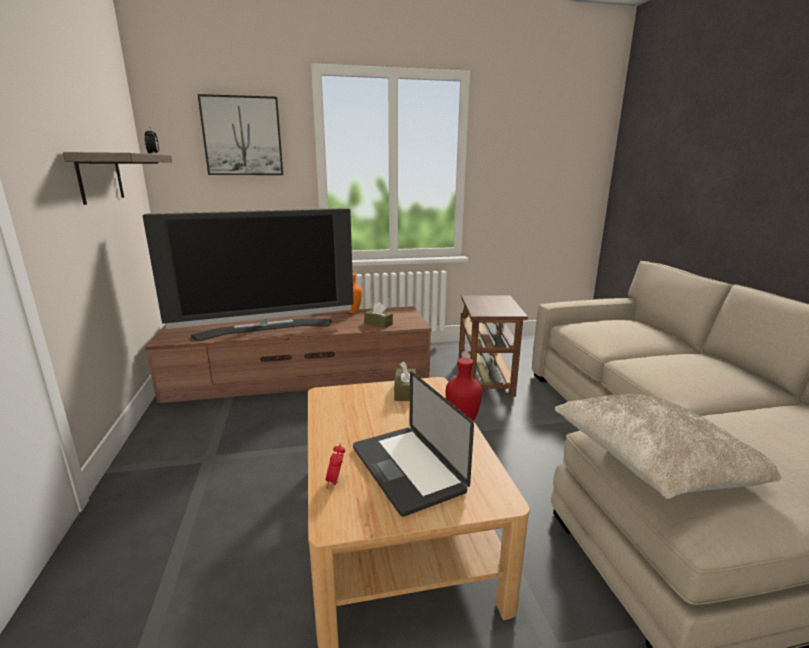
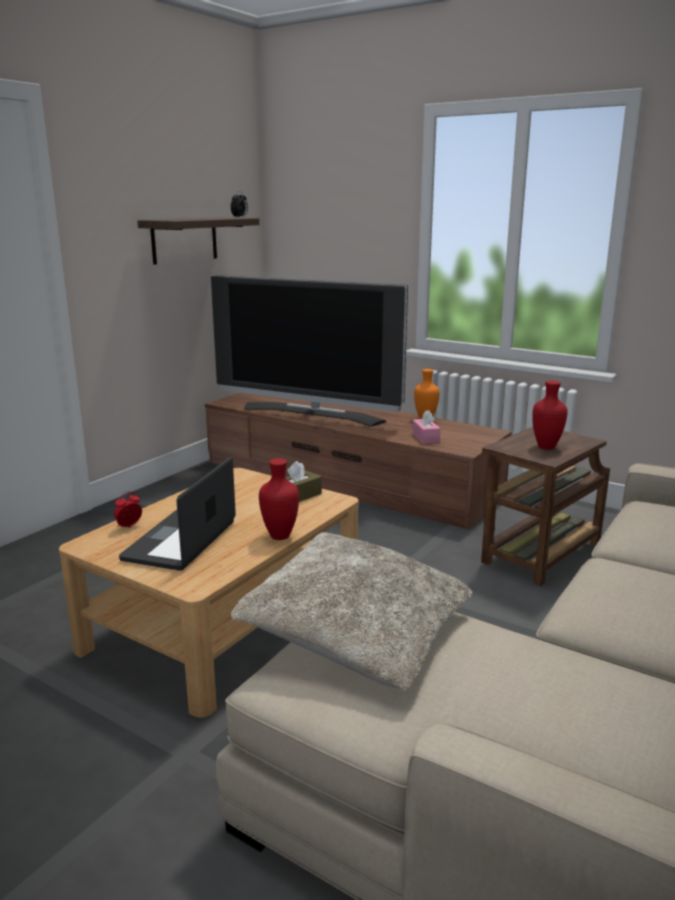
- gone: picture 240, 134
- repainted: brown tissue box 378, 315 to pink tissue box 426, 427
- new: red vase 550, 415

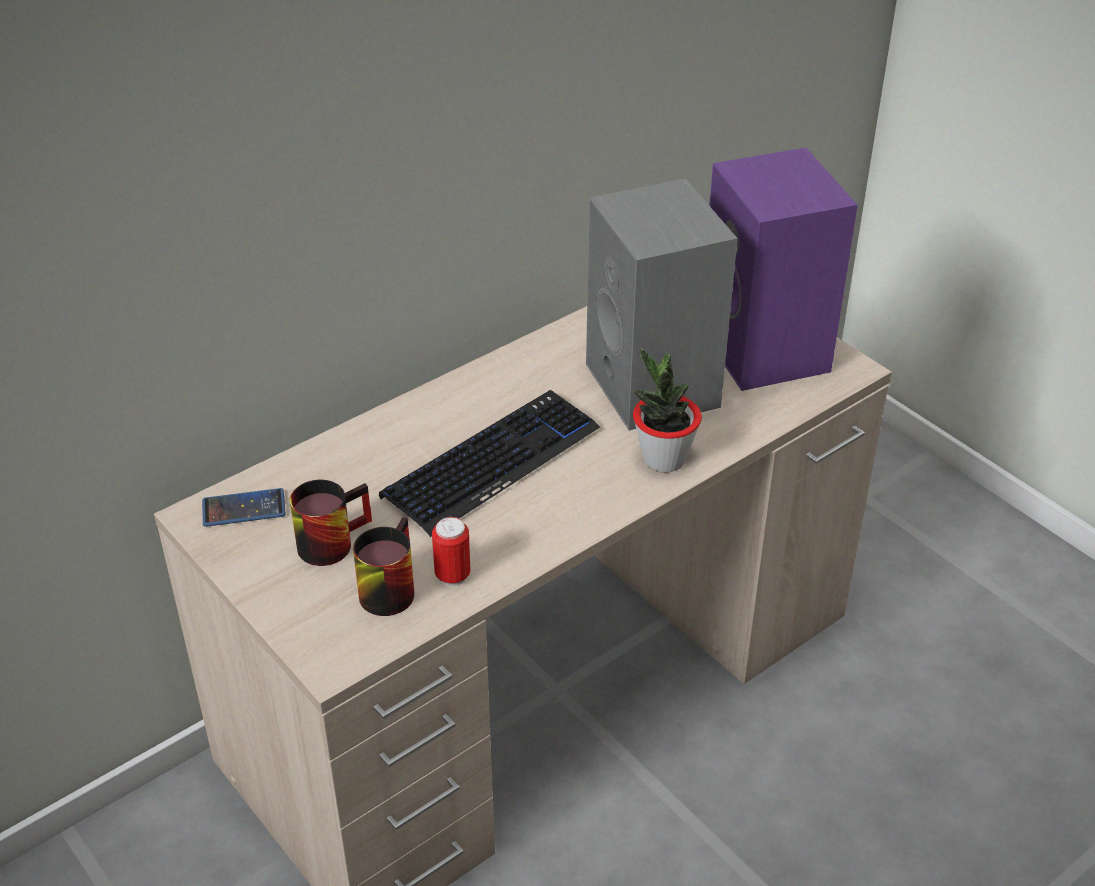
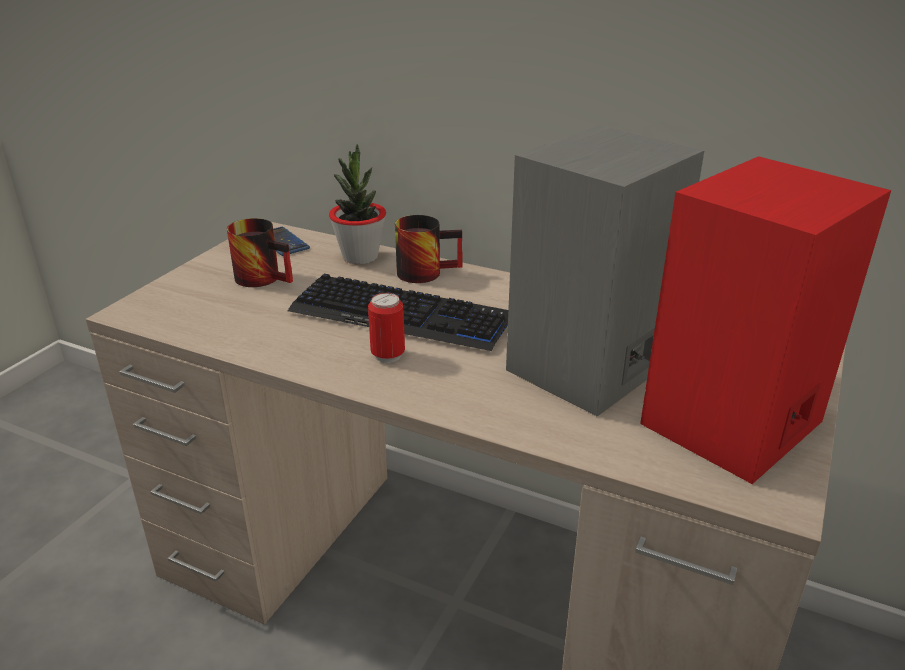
- shifted: mug 383, 566 to 429, 249
- shifted: can 451, 551 to 386, 328
- shifted: potted plant 667, 409 to 357, 204
- repainted: purple speaker 783, 269 to red speaker 765, 320

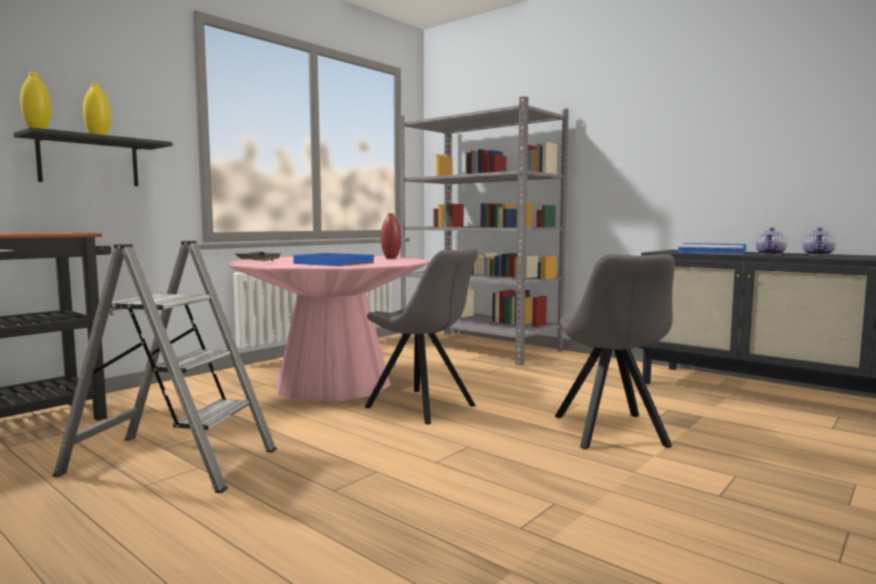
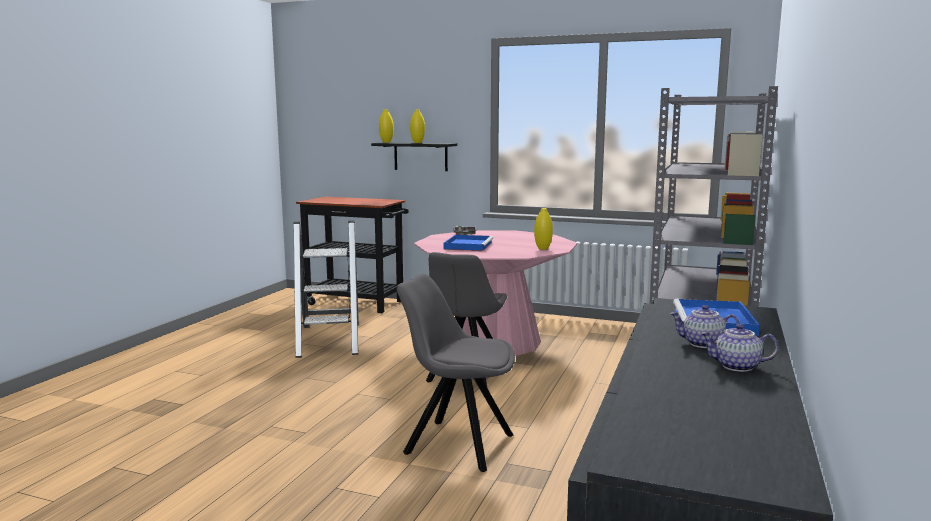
- repainted: red vase 391, 236 to yellow vase 543, 229
- rotated: grey chair 615, 351 = 456, 373 45 degrees clockwise

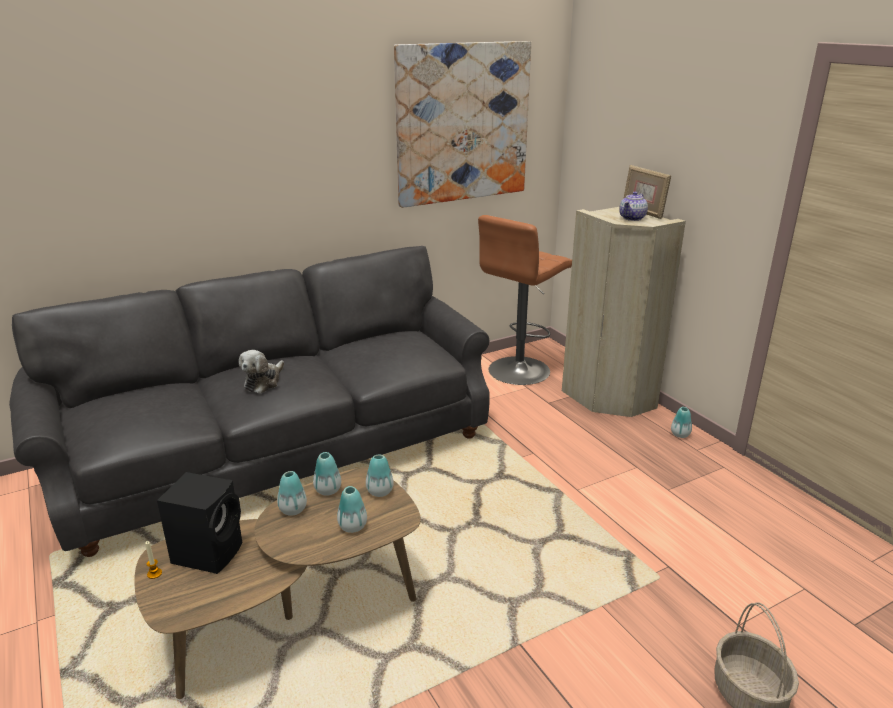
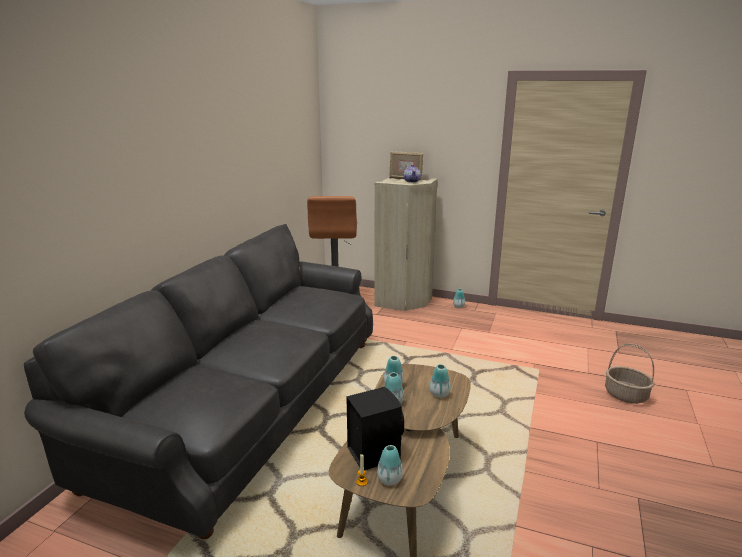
- gone: plush toy 261, 371
- shifted: vase 380, 476 to 390, 465
- gone: picture 462, 124

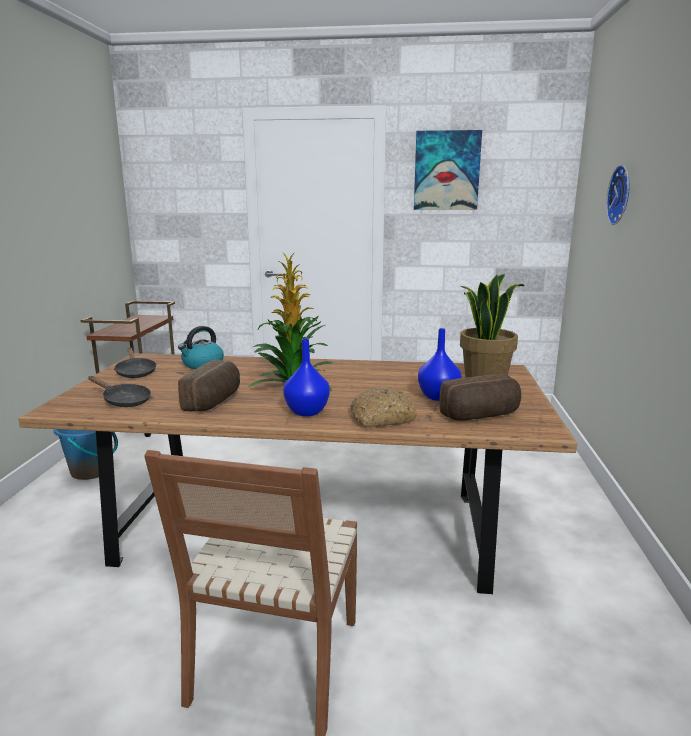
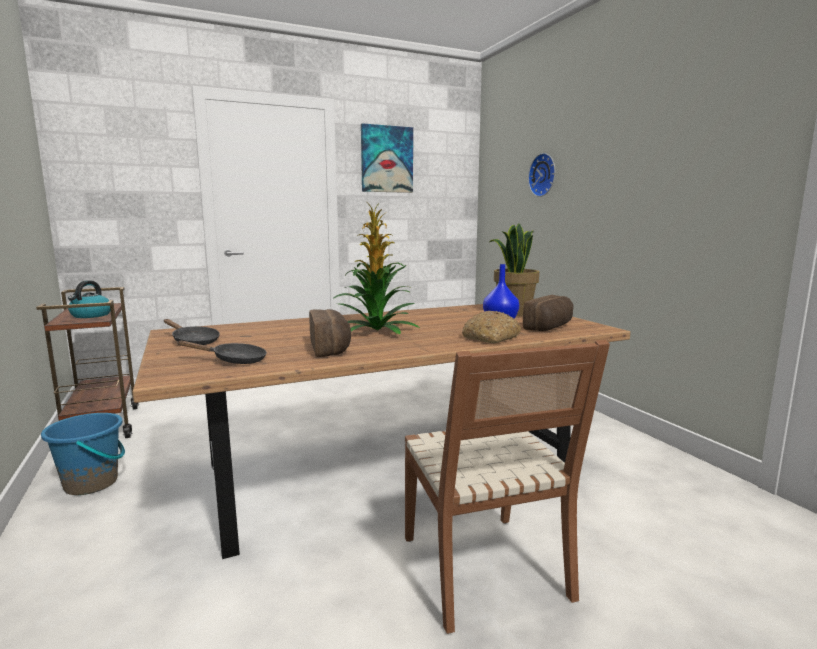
- shifted: kettle 201, 347 to 89, 299
- gone: blue vase 306, 377

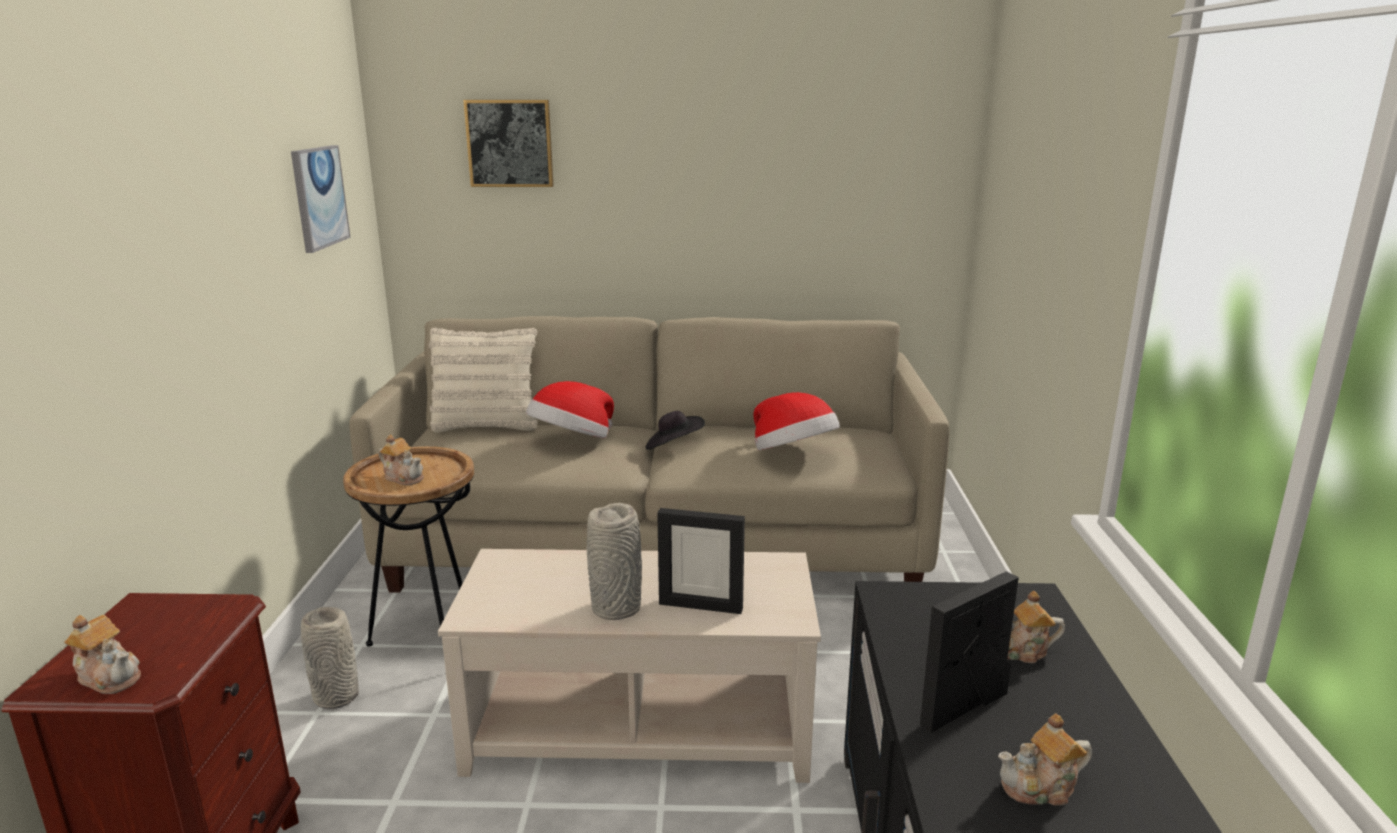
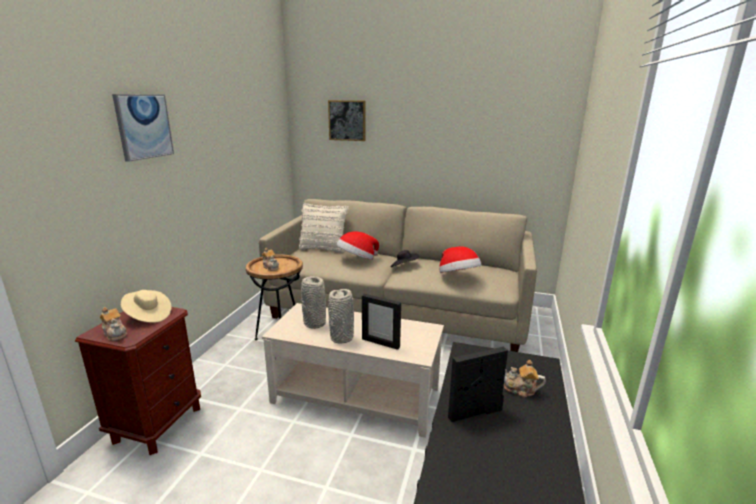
- shifted: picture 320, 199 to 143, 128
- shifted: grey vase 330, 658 to 313, 302
- gone: teapot 1045, 760
- new: beige hat 146, 306

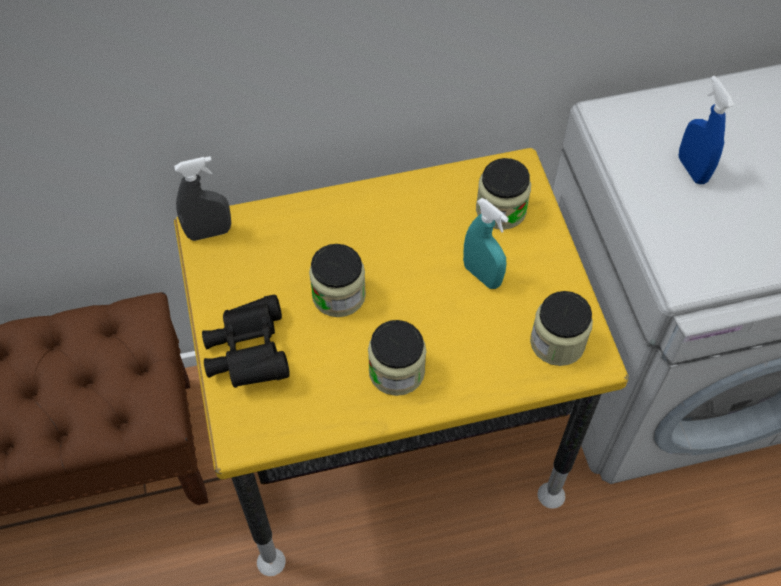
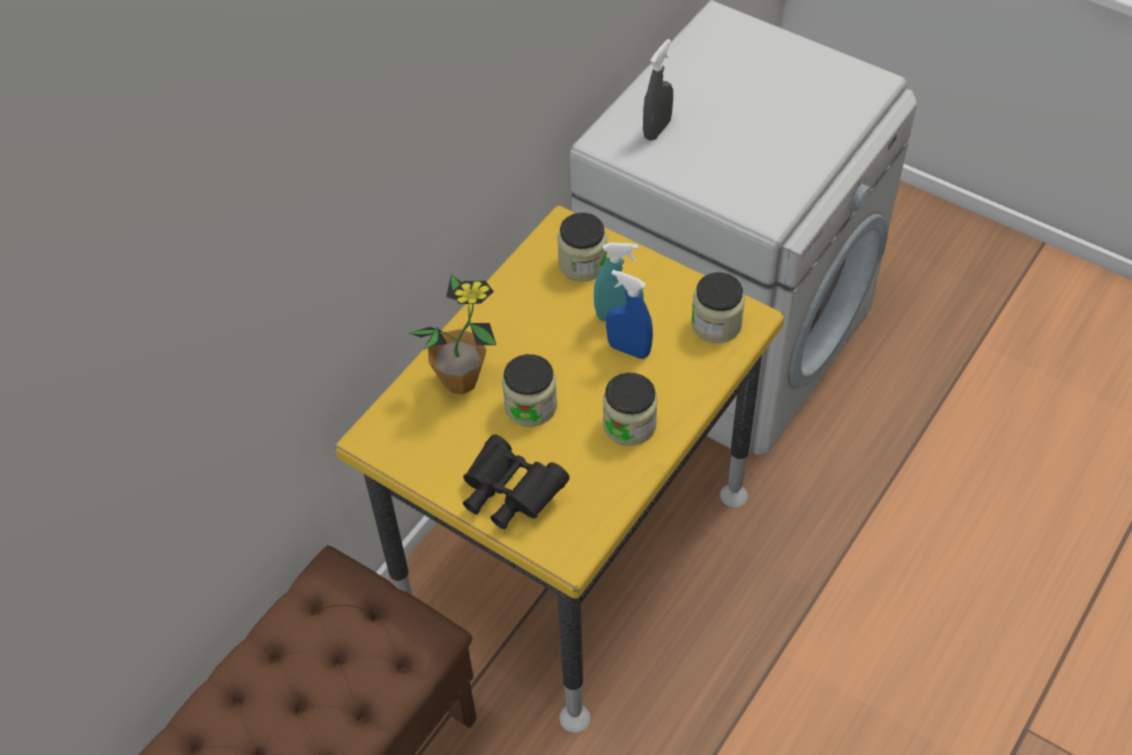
- shifted: grey spray bottle 202, 198 to 658, 90
- shifted: blue spray bottle 706, 130 to 629, 314
- new: potted plant 453, 334

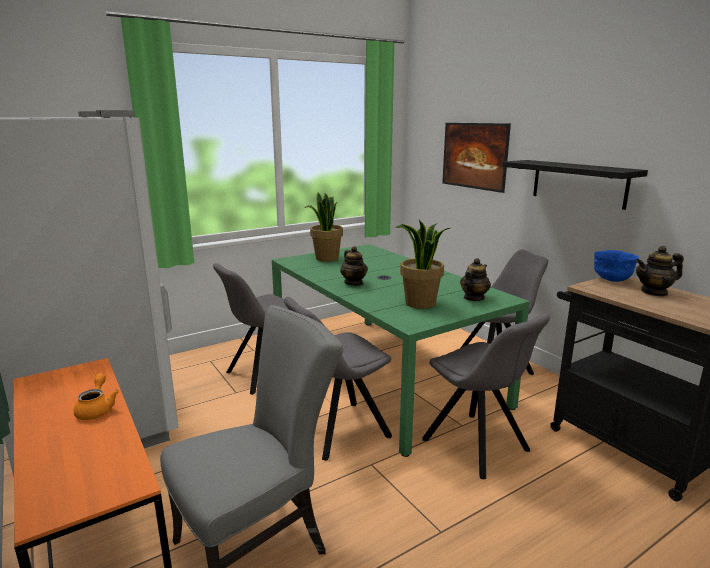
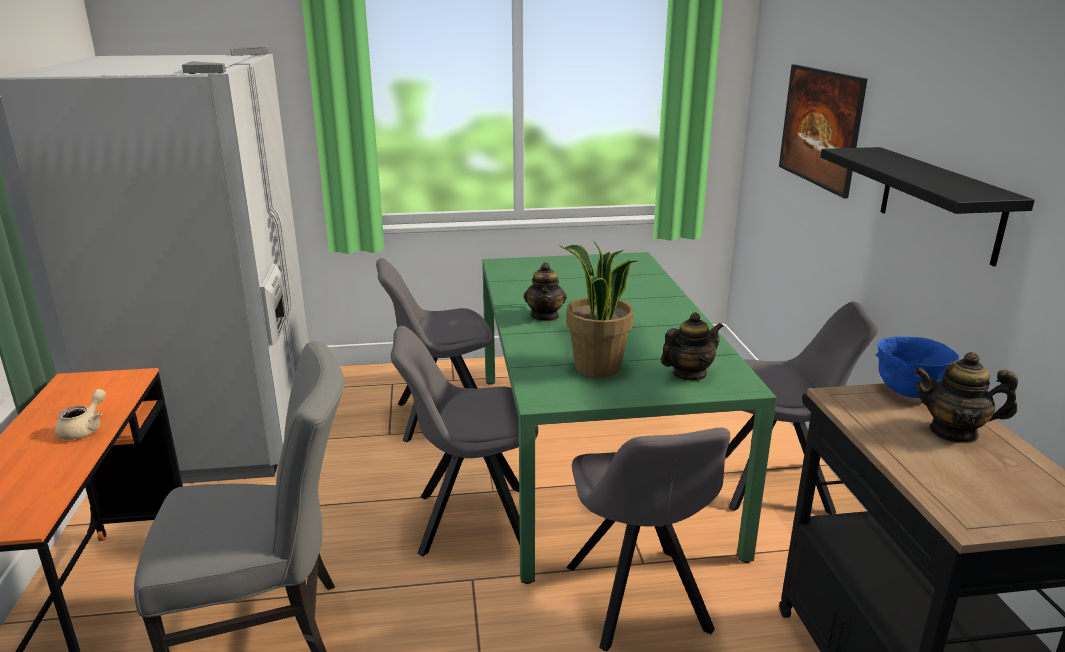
- repainted: orange teapot 96, 397 to beige teapot 80, 414
- gone: potted plant 324, 227

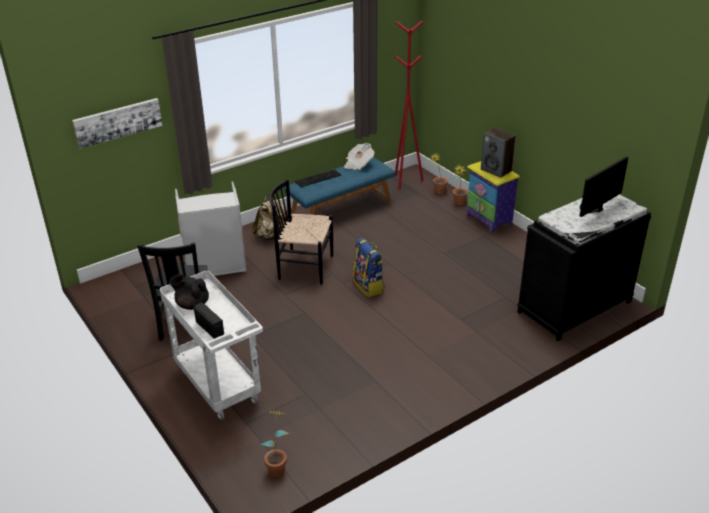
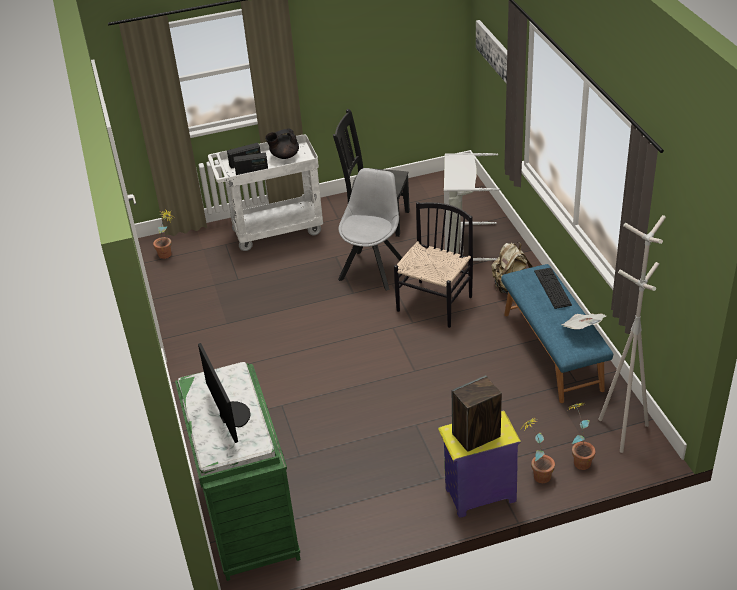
- rotated: black teapot 189, 292 = 282, 143 150 degrees counterclockwise
- gone: backpack 369, 267
- repainted: red clothes rack 409, 105 to grey clothes rack 632, 334
- repainted: black dresser 584, 267 to green dresser 237, 471
- new: radio 250, 163
- new: grey chair 370, 229

